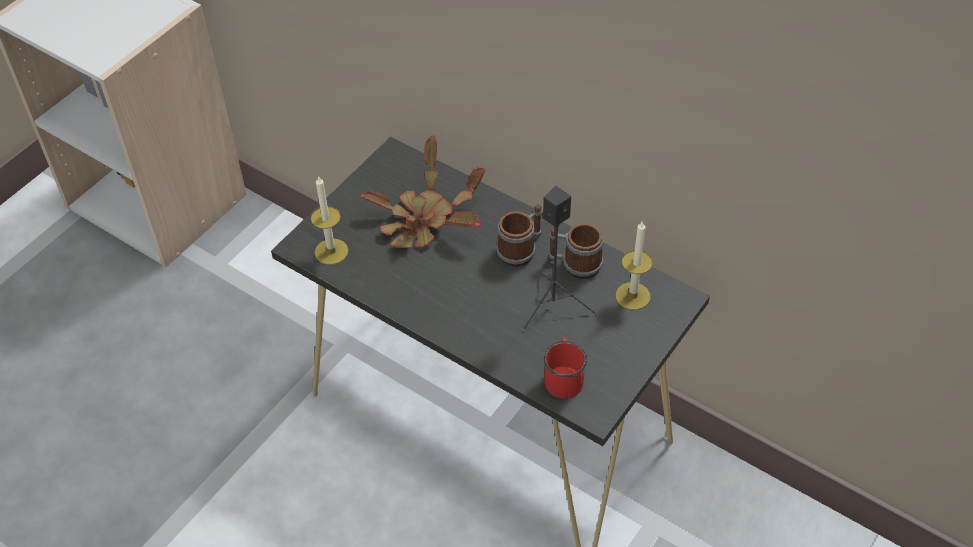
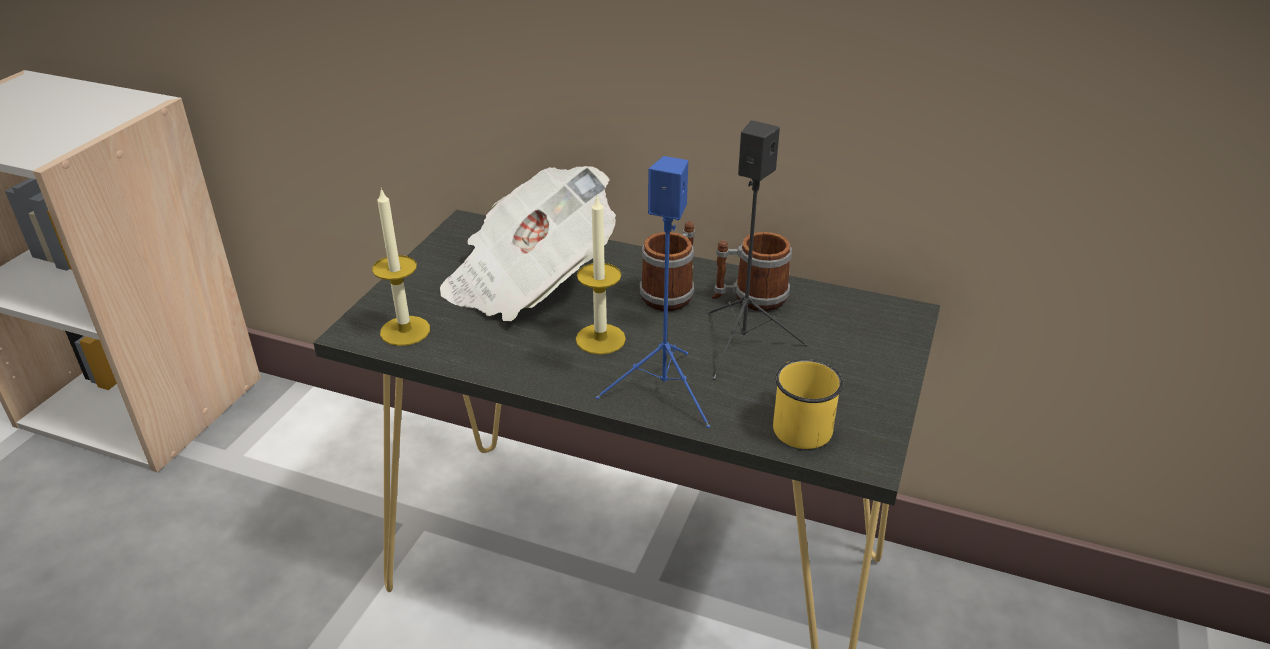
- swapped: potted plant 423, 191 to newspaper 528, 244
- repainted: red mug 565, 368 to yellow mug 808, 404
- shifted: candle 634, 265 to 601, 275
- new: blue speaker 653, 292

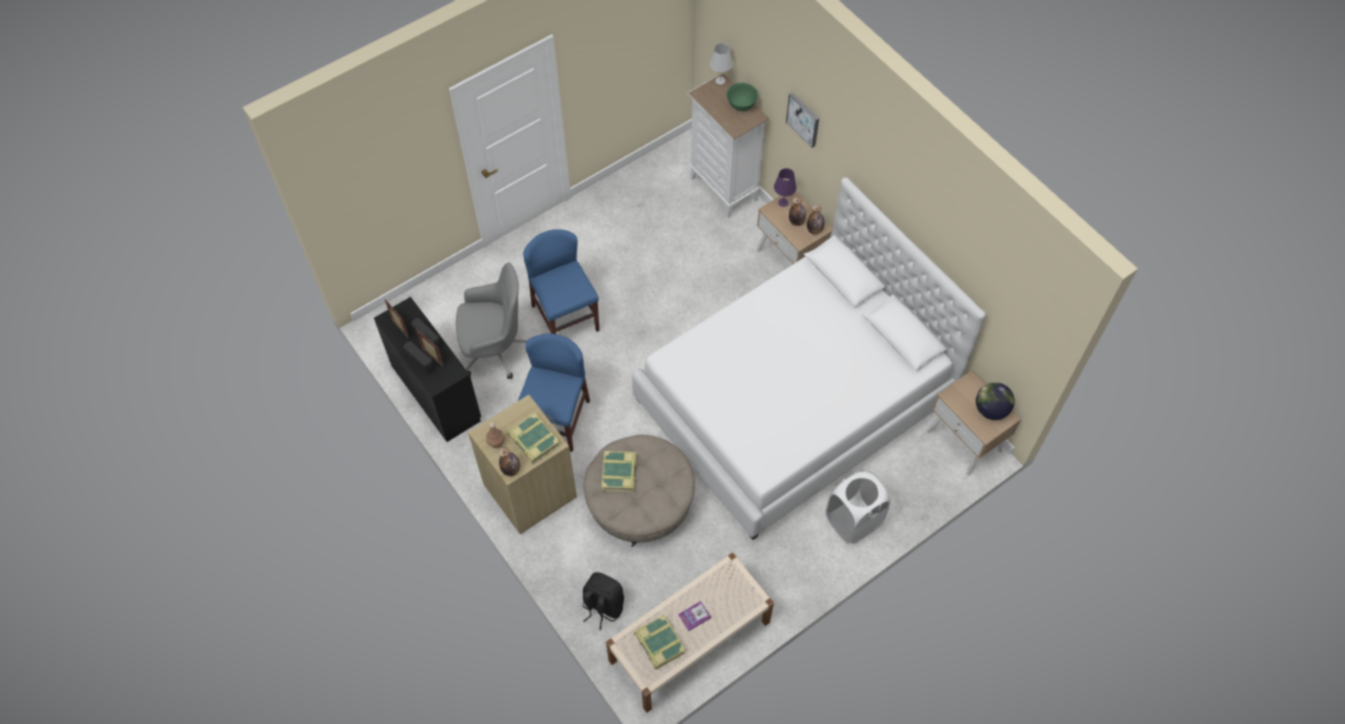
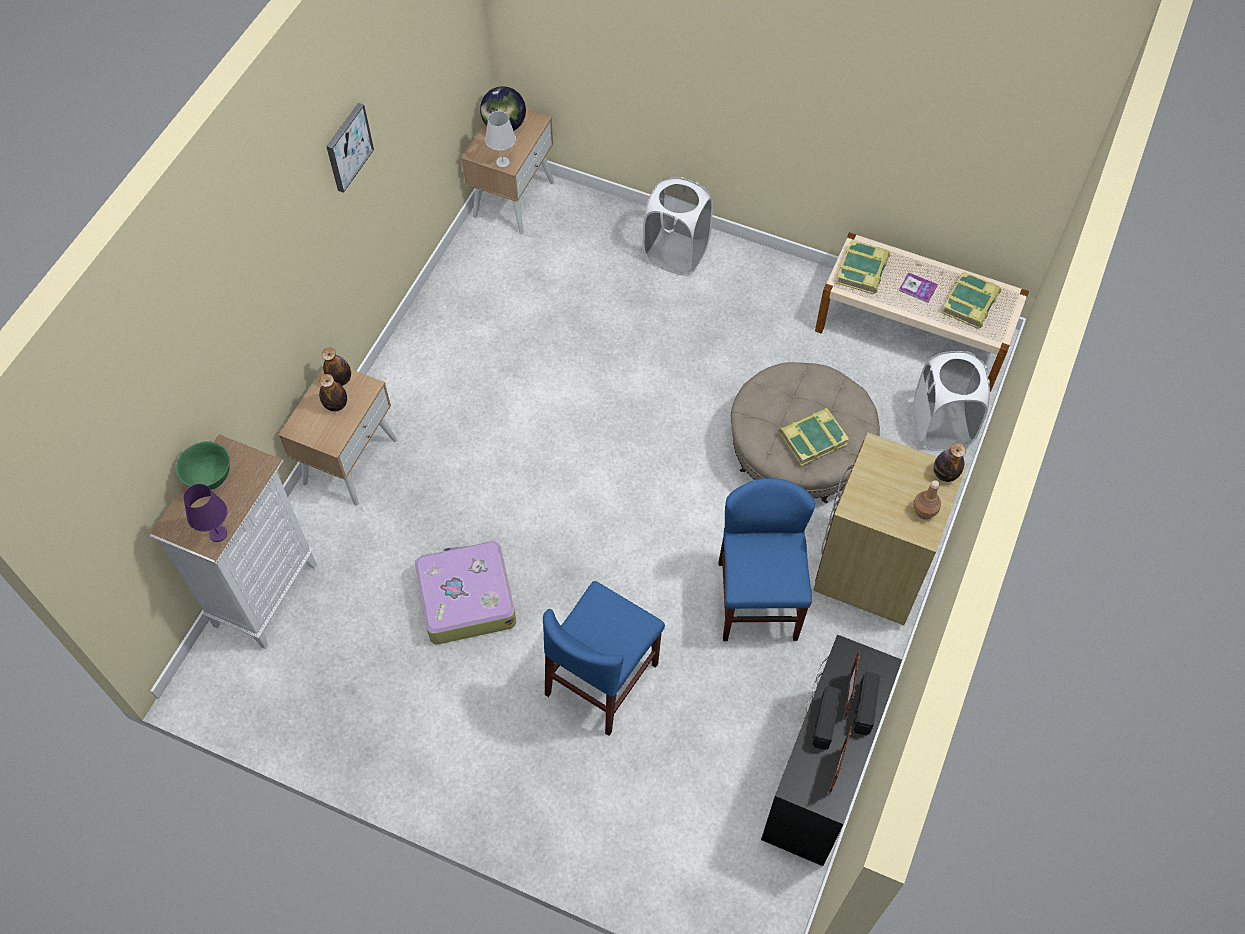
- gone: grey office chair 491, 320
- shifted: book 533, 438 to 863, 267
- rotated: blue chair 553, 393 = 767, 559 105 degrees clockwise
- swapped: black backpack 603, 601 to white laundry basket 951, 401
- gone: white bed 809, 358
- shifted: white table lamp 721, 64 to 500, 139
- shifted: purple table lamp 785, 187 to 205, 513
- shifted: picture 802, 120 to 350, 148
- new: suitcase 465, 592

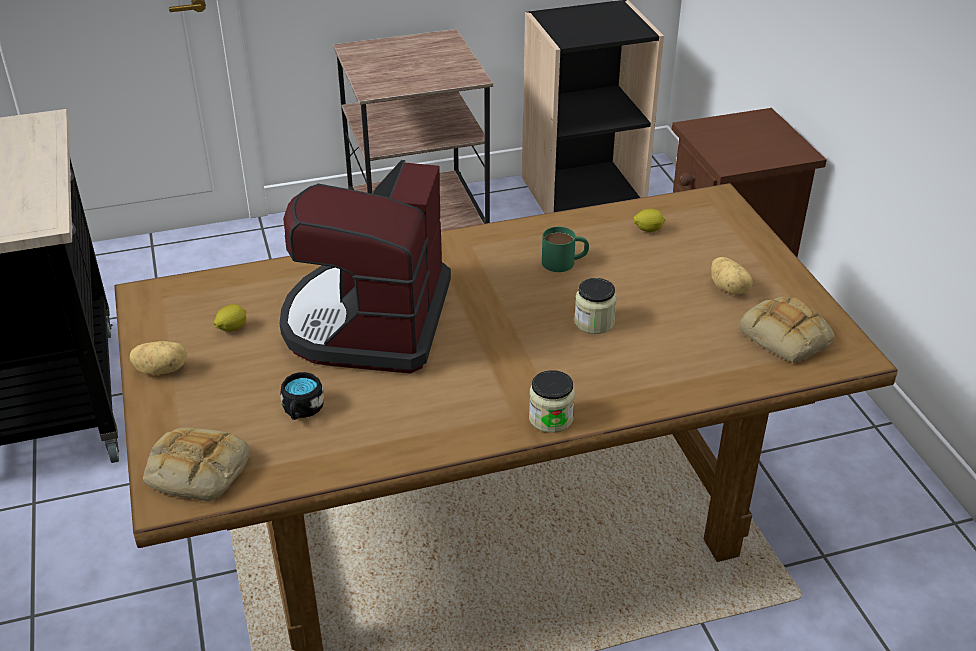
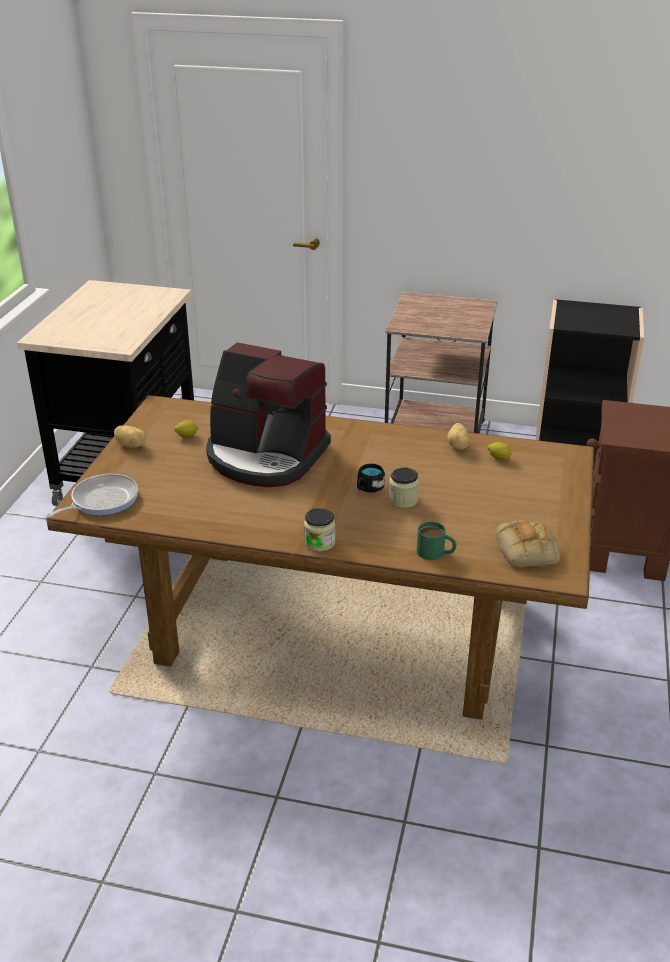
- swapped: bread 196, 465 to frying pan 91, 496
- rotated: coffee machine 365, 267 = 268, 414 105 degrees counterclockwise
- shifted: black mug 302, 396 to 371, 478
- shifted: green mug 565, 249 to 436, 540
- shifted: potato 732, 276 to 458, 436

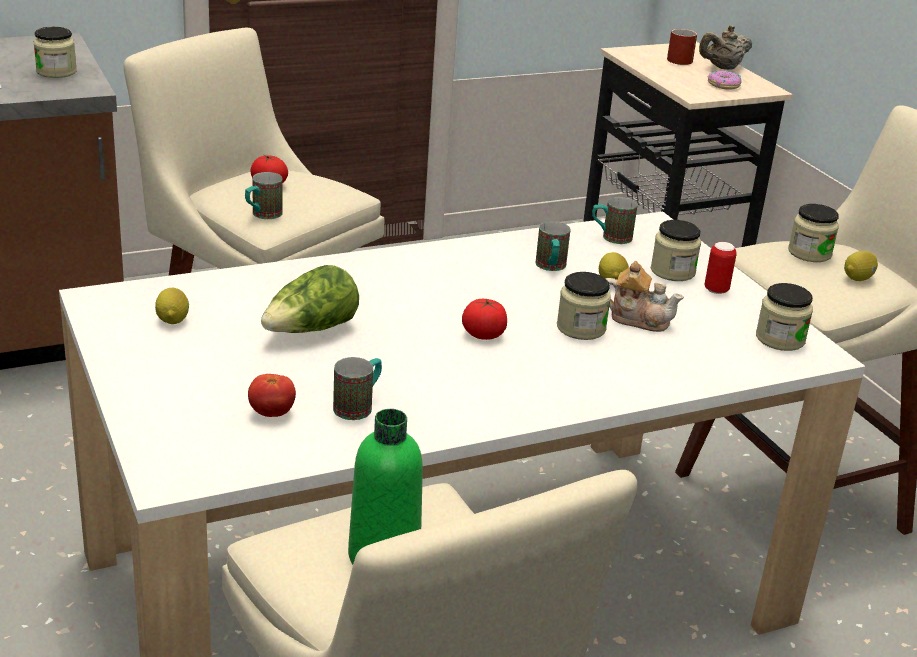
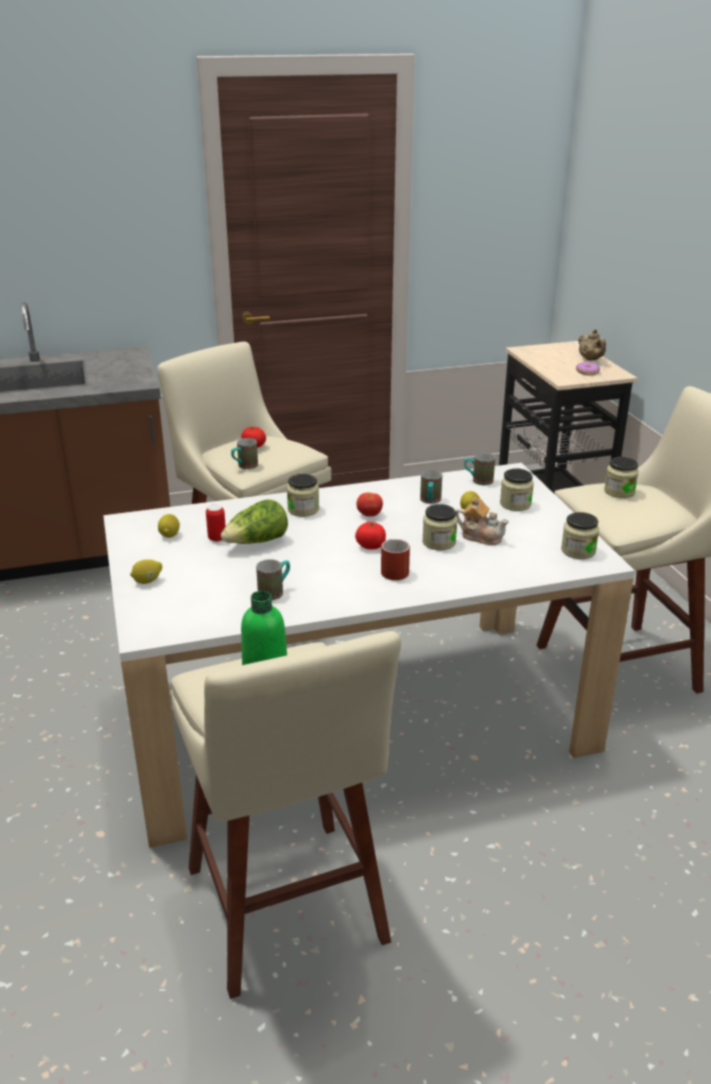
- shifted: jar 55, 52 to 303, 495
- shifted: tomato 272, 395 to 370, 505
- shifted: red mug 682, 47 to 395, 559
- rotated: beige teapot 725, 47 = 592, 344 90 degrees counterclockwise
- shifted: can 720, 268 to 216, 523
- shifted: lemon 861, 266 to 146, 571

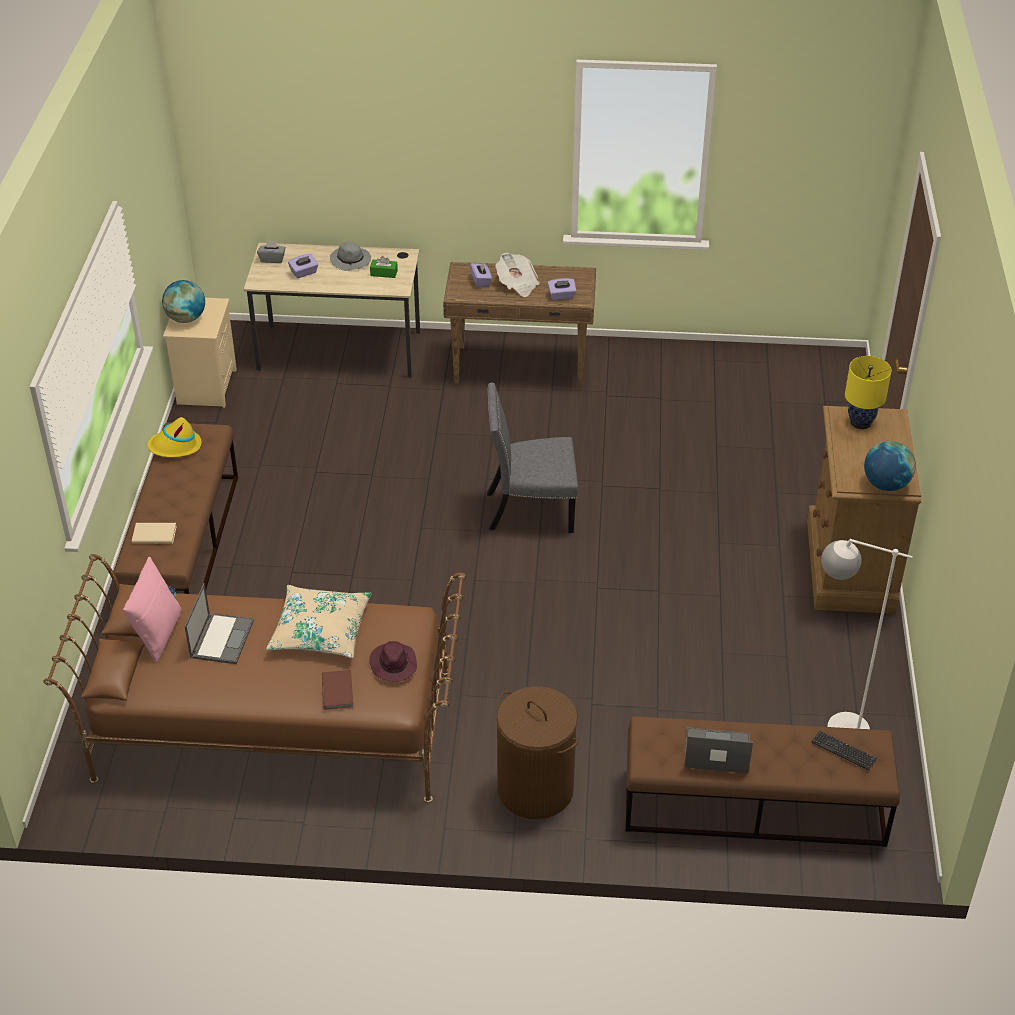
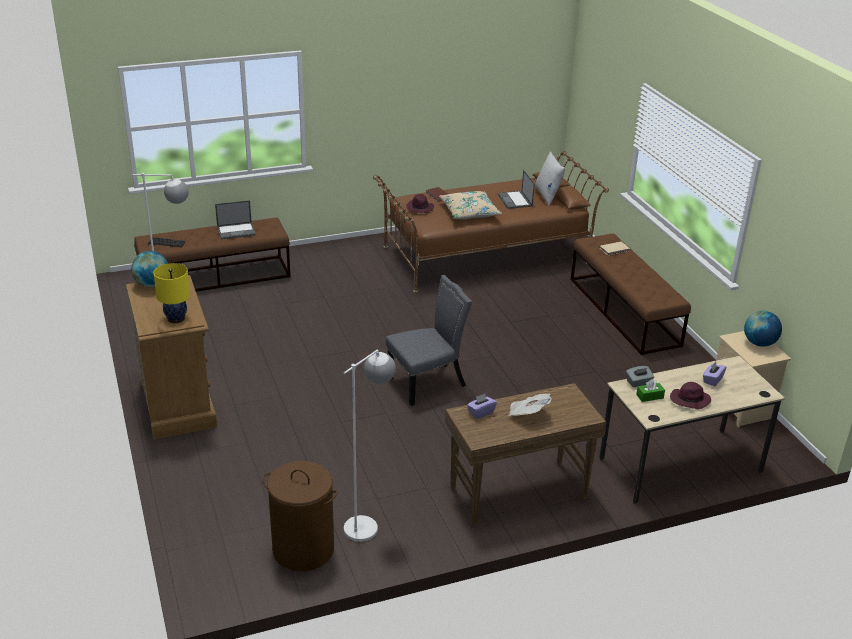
- repainted: pink pillow 152, 610 to grey pillow 550, 178
- gone: yellow hat 174, 437
- shifted: grey tissue box 271, 251 to 640, 376
- repainted: grey hat 350, 256 to purple hat 690, 395
- gone: purple tissue box 481, 274
- shifted: brown laundry basket 537, 752 to 300, 516
- new: white floor lamp 370, 445

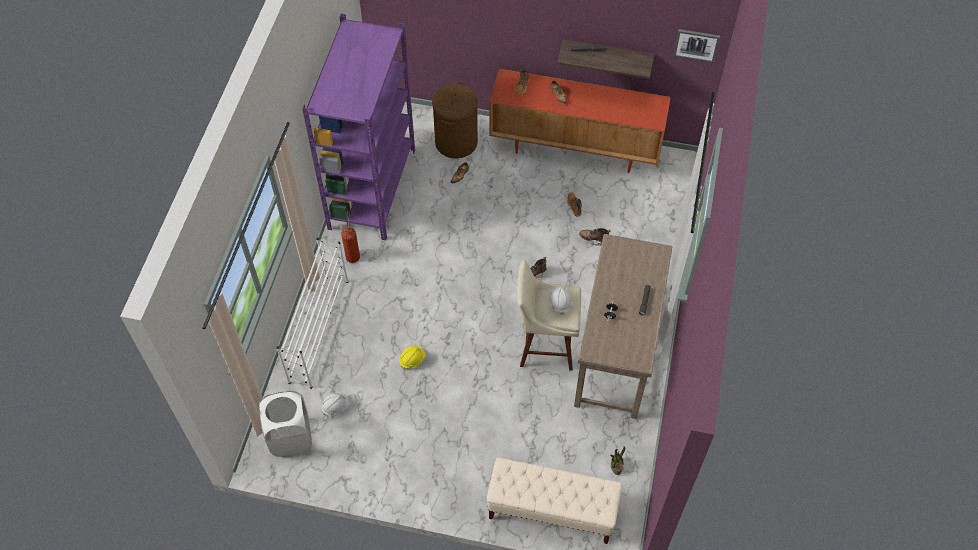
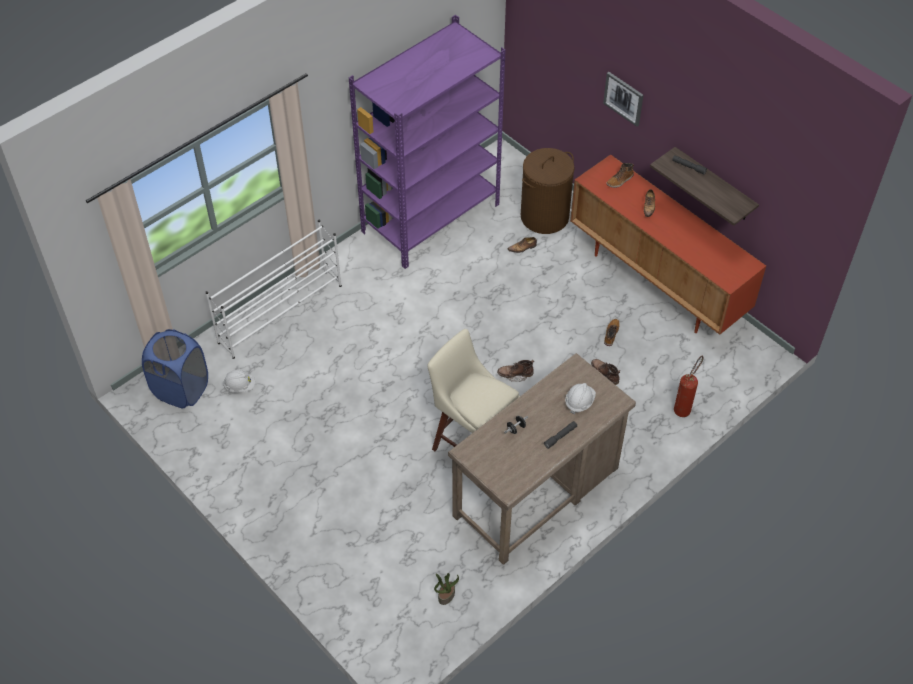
- repainted: white laundry basket 286, 424 to blue laundry basket 175, 368
- shifted: fire extinguisher 350, 236 to 689, 386
- gone: yellow hard hat 412, 358
- gone: beige bench 554, 500
- shifted: white hard hat 560, 301 to 580, 398
- shifted: picture 696, 46 to 623, 99

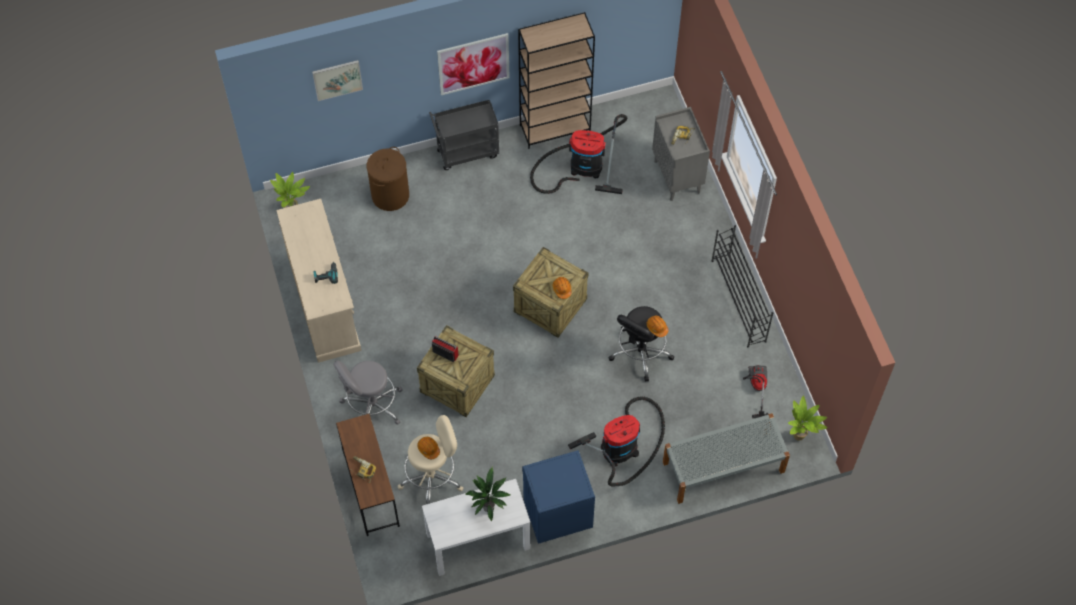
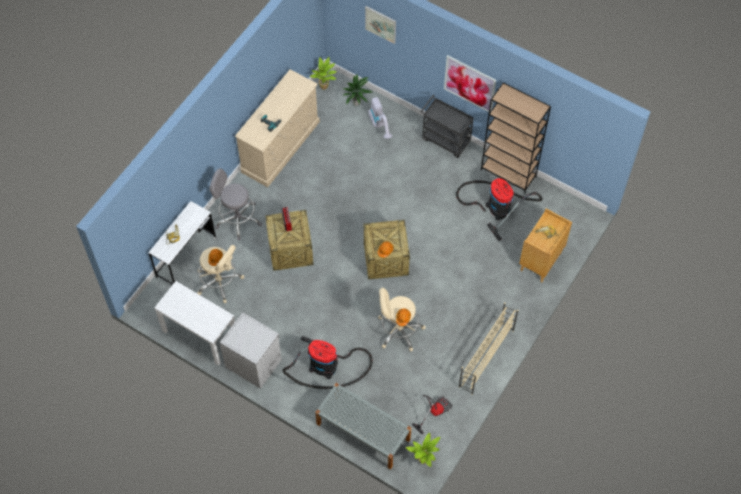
- repainted: brown desk 368, 475 to white desk 182, 243
- swapped: brown laundry basket 388, 179 to vacuum cleaner 380, 118
- shifted: potted plant 488, 494 to 357, 90
- repainted: blue washing machine 558, 497 to white washing machine 250, 350
- repainted: black stool 641, 343 to beige stool 402, 319
- repainted: grey cabinet 681, 154 to brown cabinet 545, 245
- repainted: black shoe rack 742, 286 to beige shoe rack 488, 348

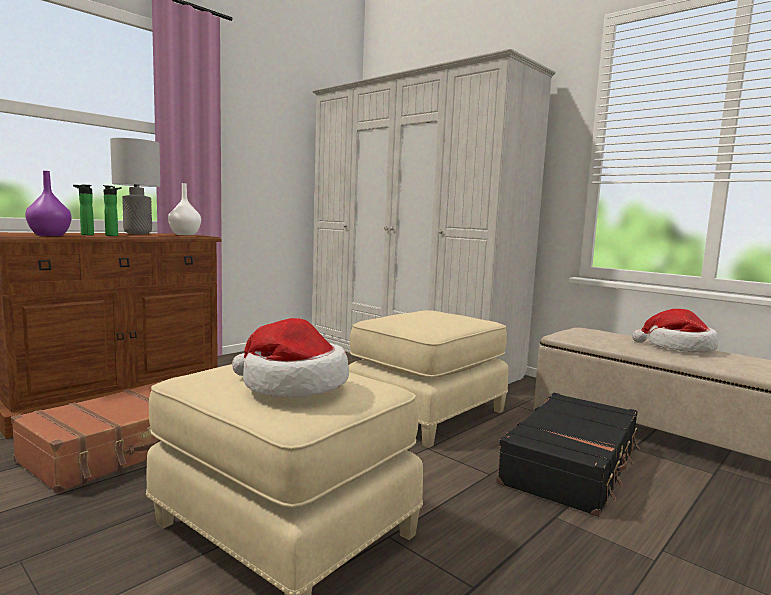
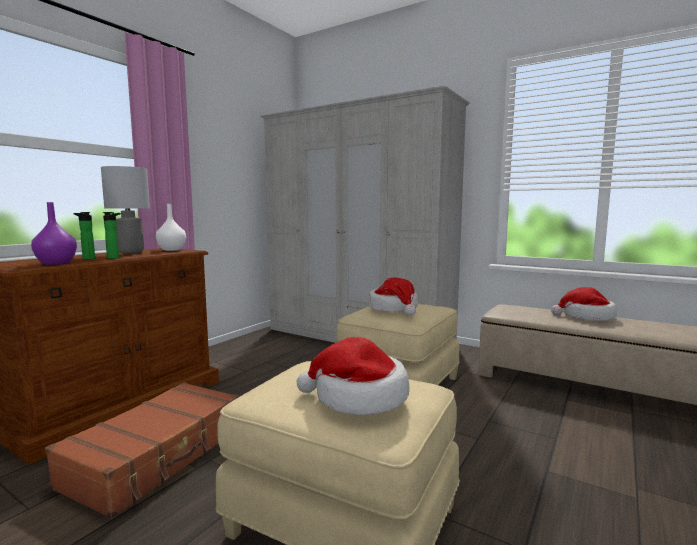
- gone: black suitcase 568, 455
- new: hat 393, 297

